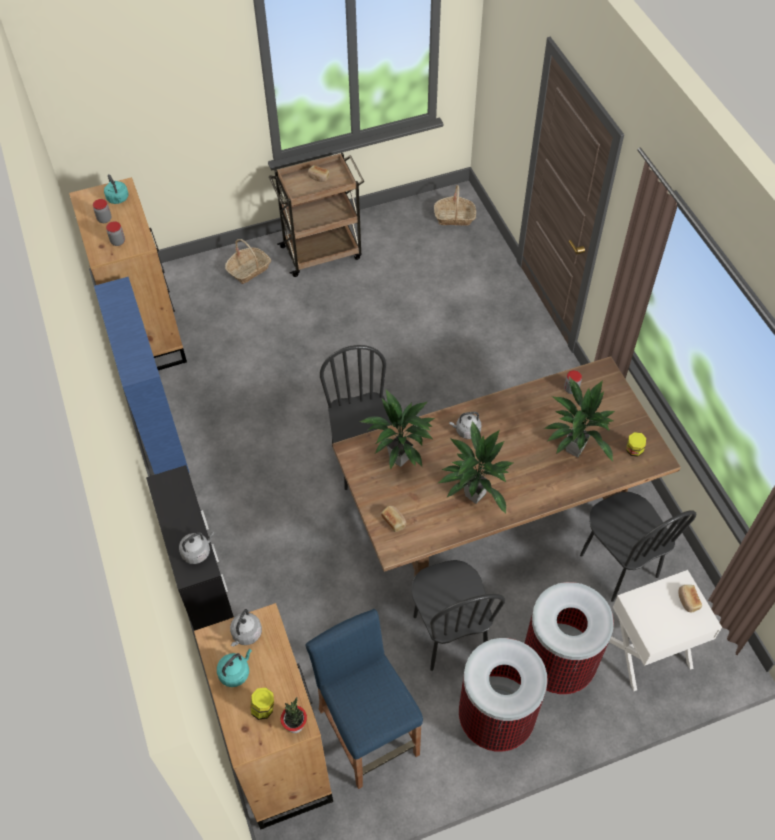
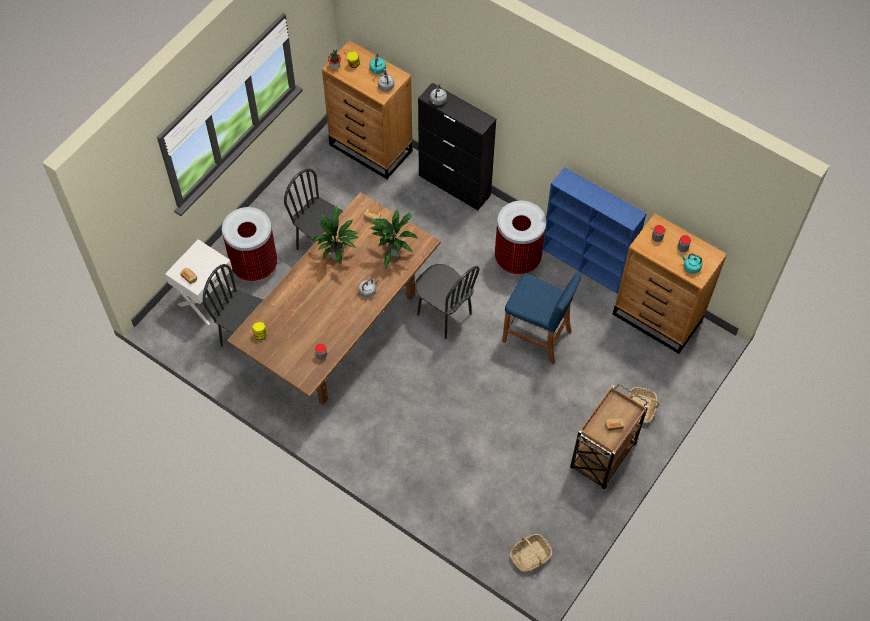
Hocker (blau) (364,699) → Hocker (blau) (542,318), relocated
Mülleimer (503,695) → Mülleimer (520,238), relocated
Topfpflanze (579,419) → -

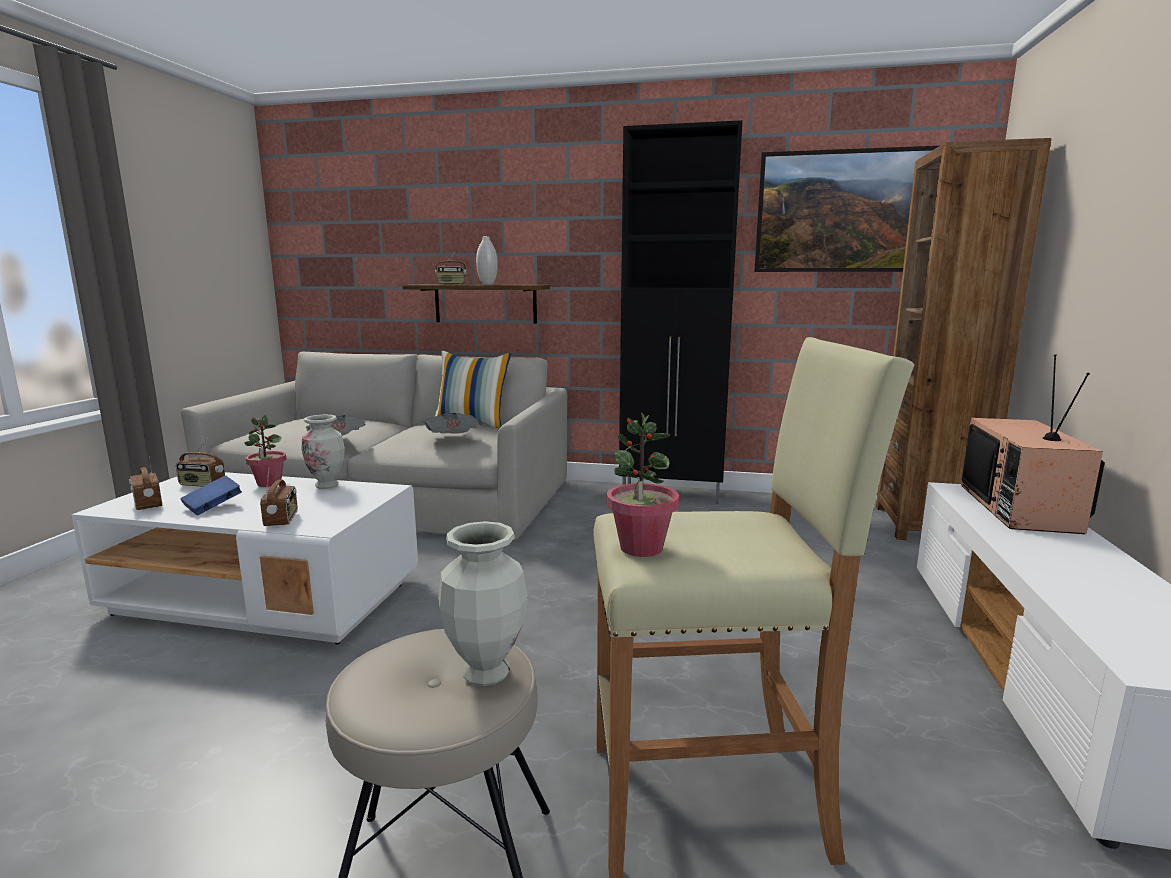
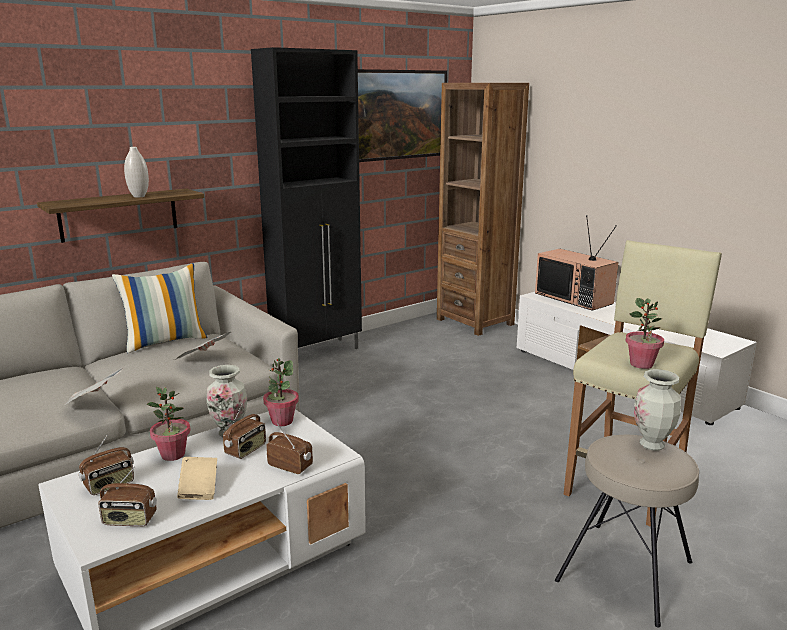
Buch (blau) (211,495) → Buch (beige) (197,478)
Radio (451,268) → Radio (244,431), relocated
- → Topfpflanze (281,392)

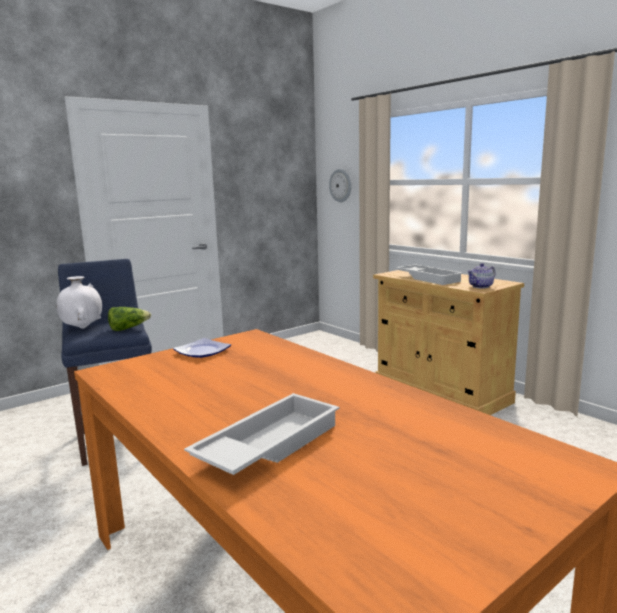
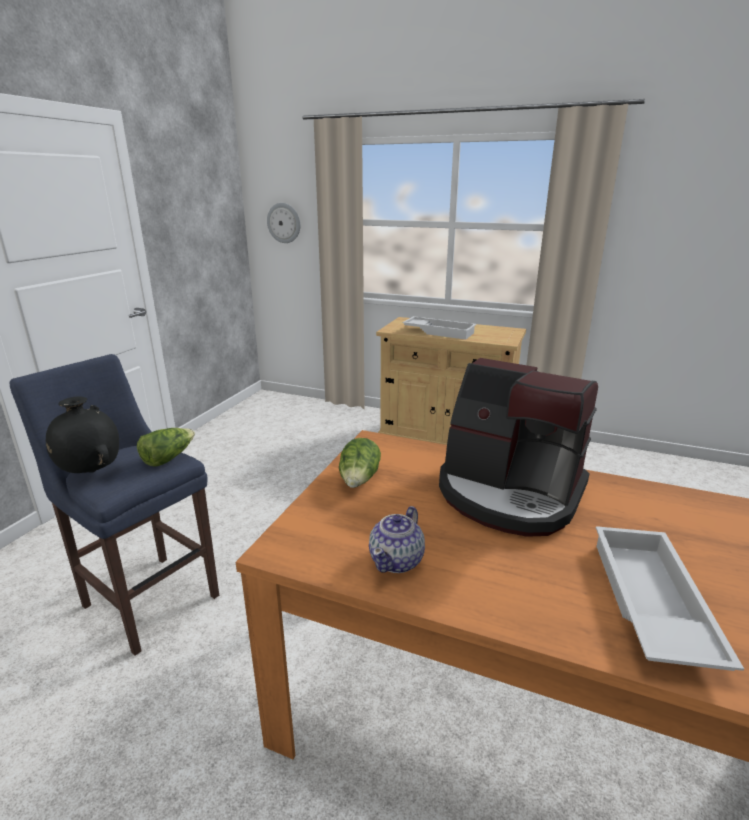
Vase (weiß) (79,302) → Vase (schwarz) (82,434)
Teller (202,348) → Salatkopf (360,463)
Teekanne (481,275) → Teekanne (397,539), relocated
- → Kaffeemaschine (518,447)

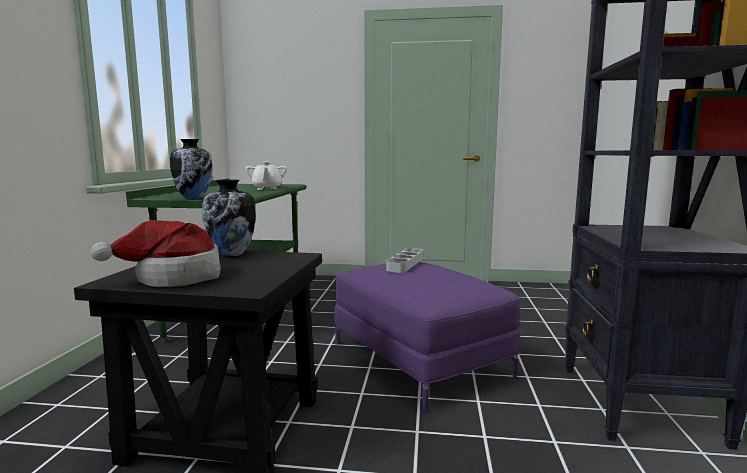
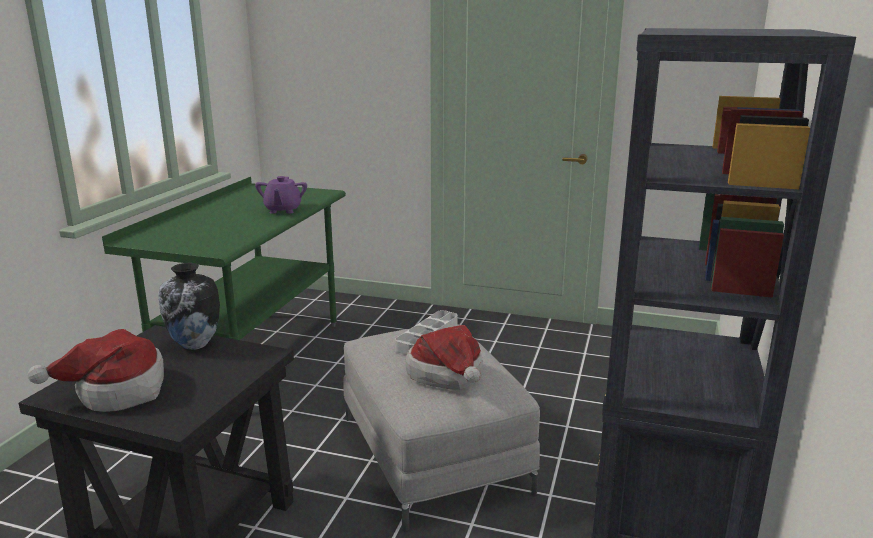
Vase (191,169) → -
Teekanne (weiß) (266,176) → Teekanne (lila) (281,195)
Polsterhocker (lila) (427,336) → Polsterhocker (grau) (441,428)
- → Hut (444,357)

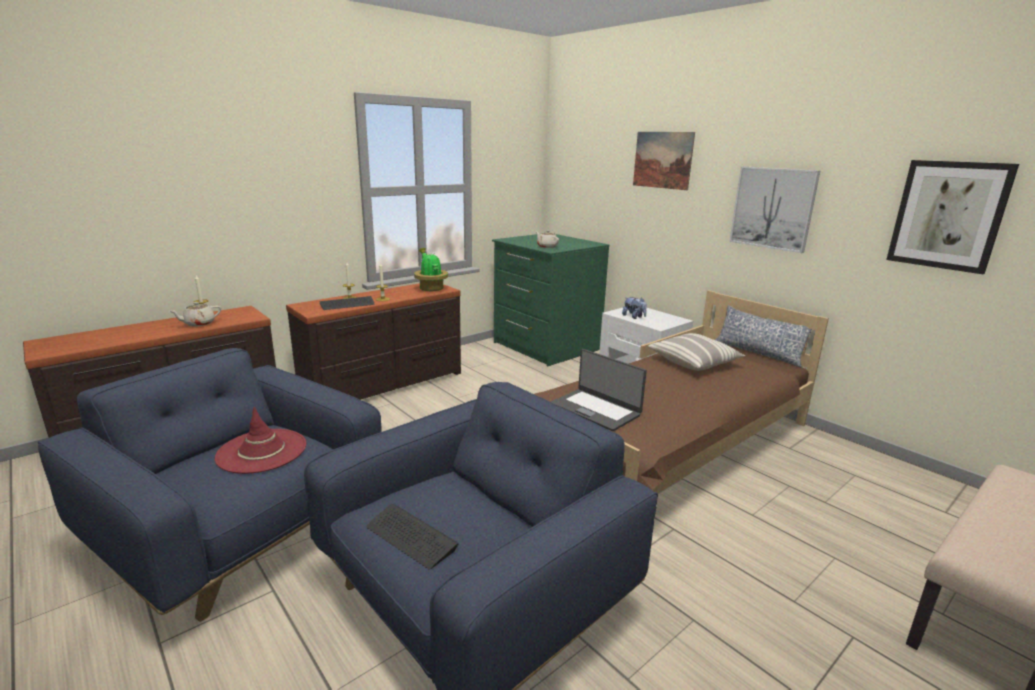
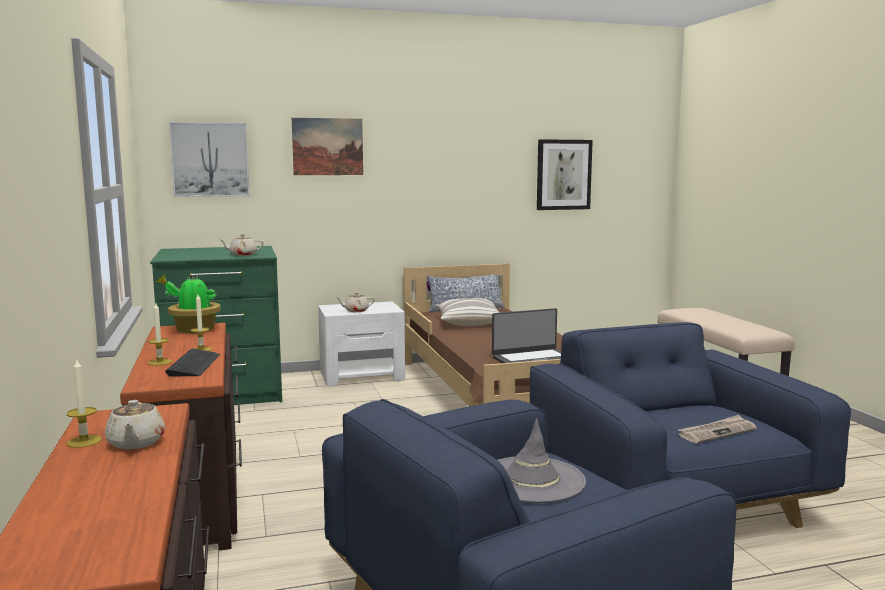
Hut (rot) (260,440) → Hut (grau) (542,460)
Tastatur (412,536) → Zeitung (717,429)
Plüschtier (634,308) → Teekanne (beige) (355,302)
Bild (774,210) → Bild (209,159), relocated

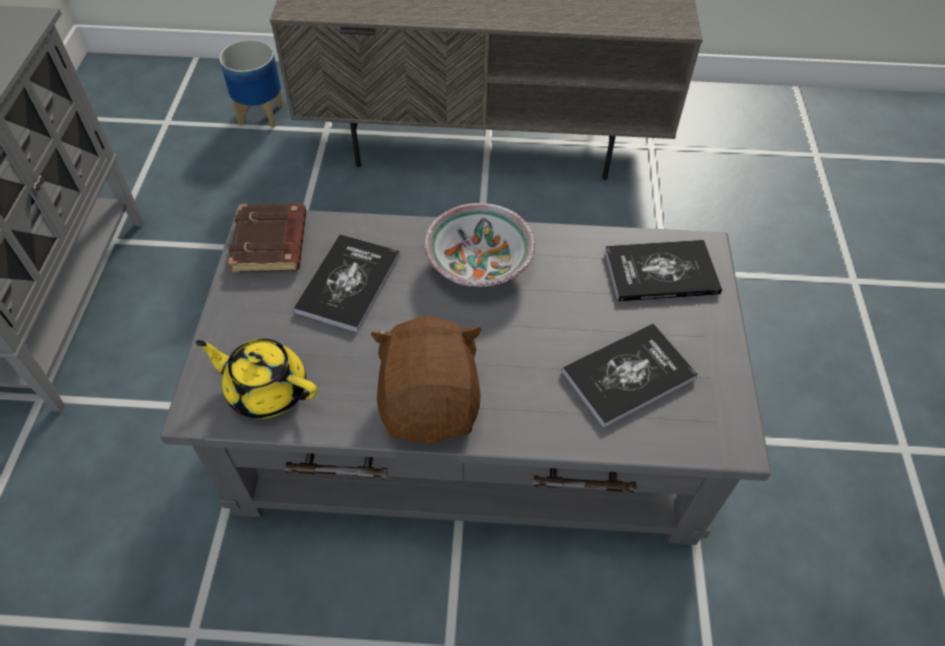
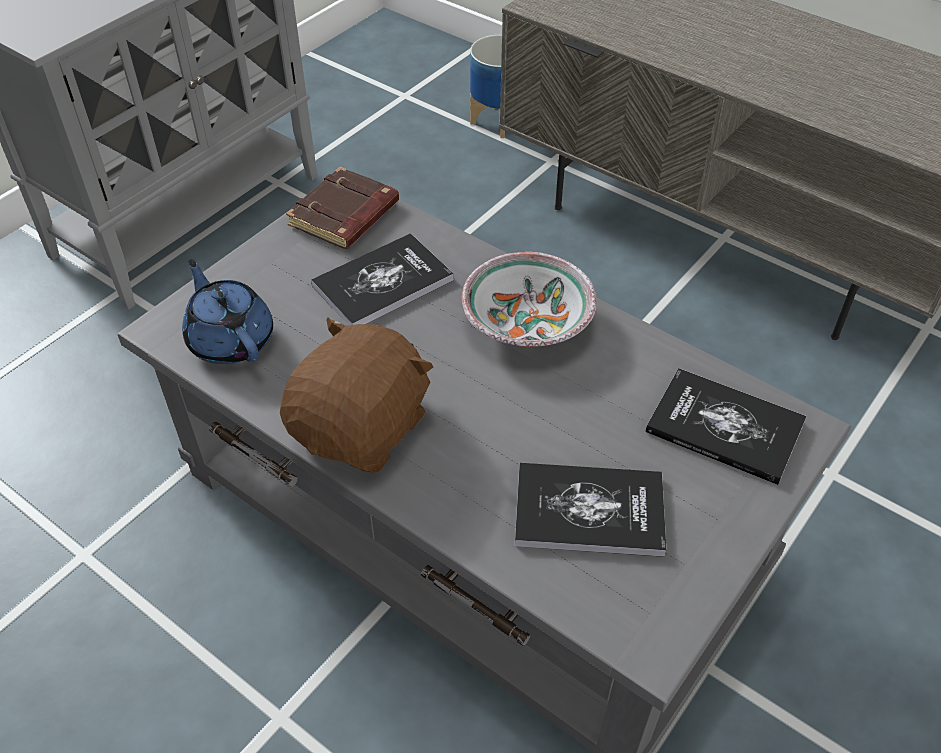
Teekanne (gelb) (256,379) → Teekanne (blau) (227,311)

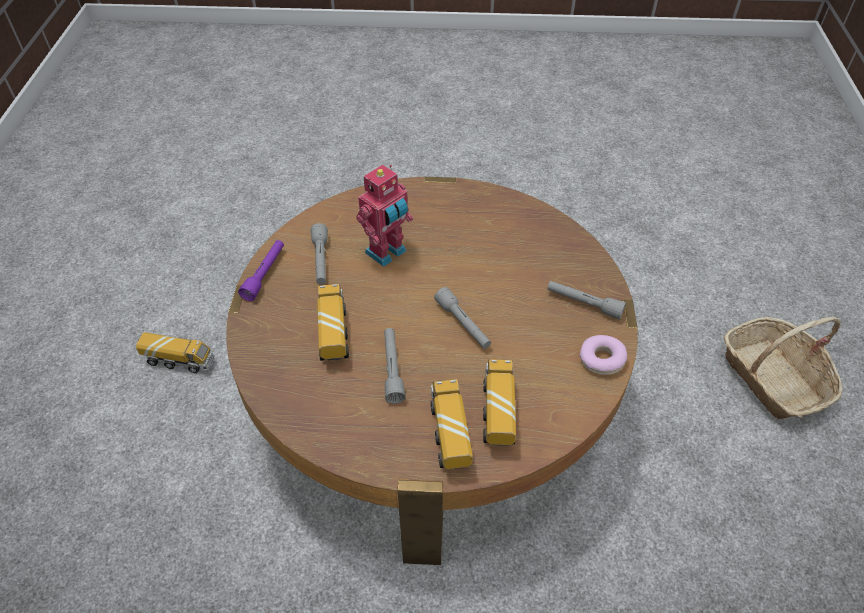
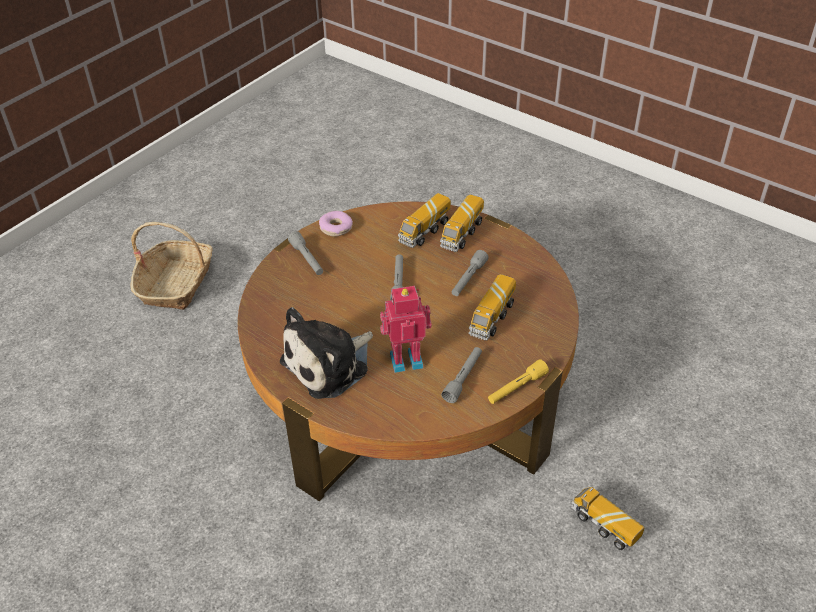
Taschenlampe (lila) (261,270) → Taschenlampe (gelb) (518,381)
- → Plüschtier (326,353)

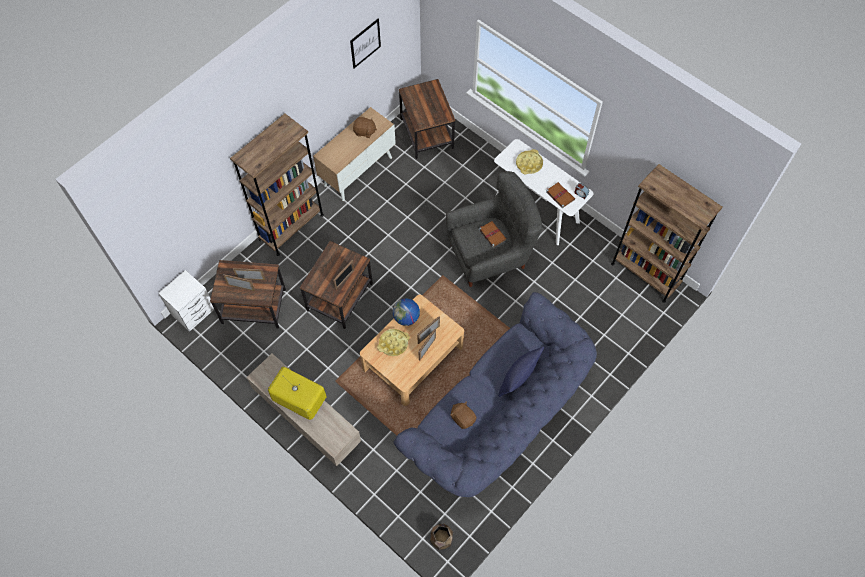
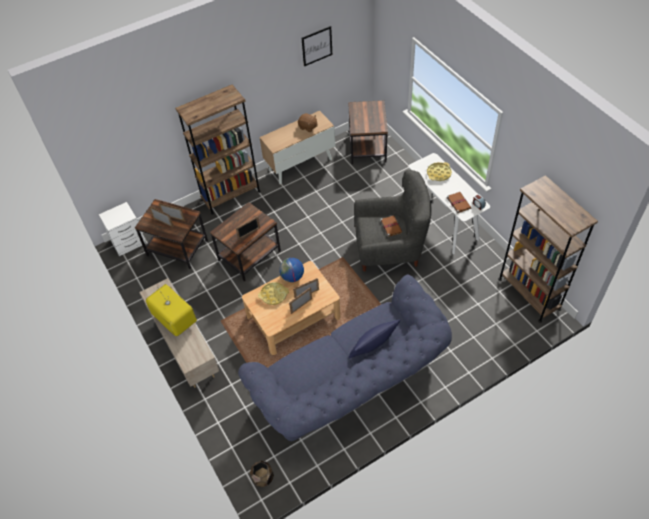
Plüschtier (braun) (463,415) → -

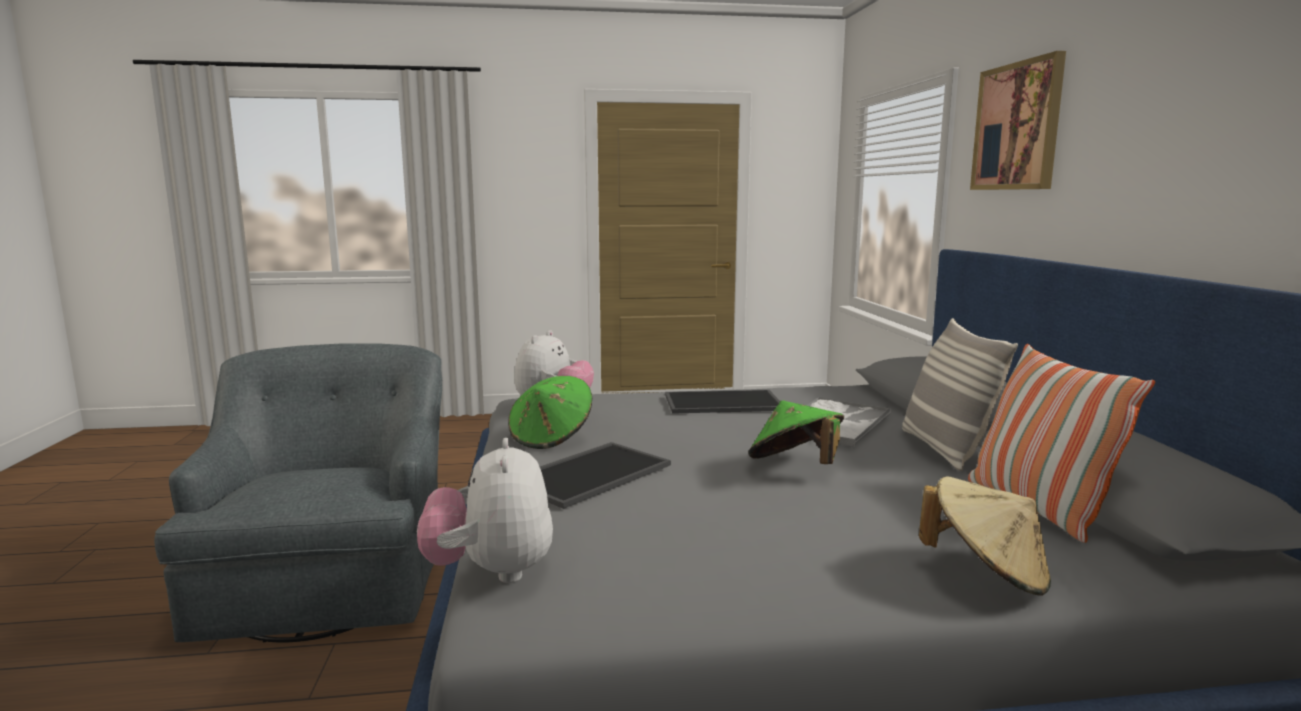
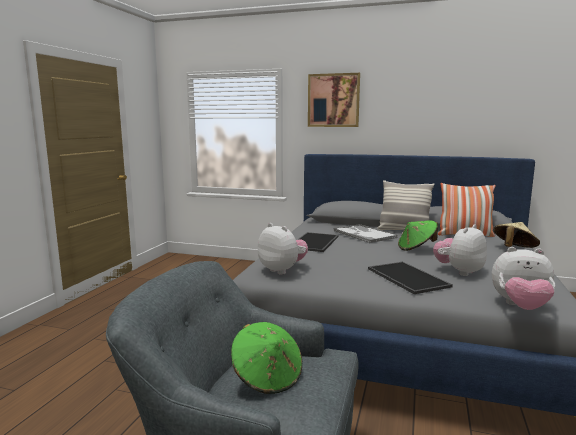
Hut (grün) (550,412) → Hut (grün) (266,358), relocated
- → Plüschtier (460,250)

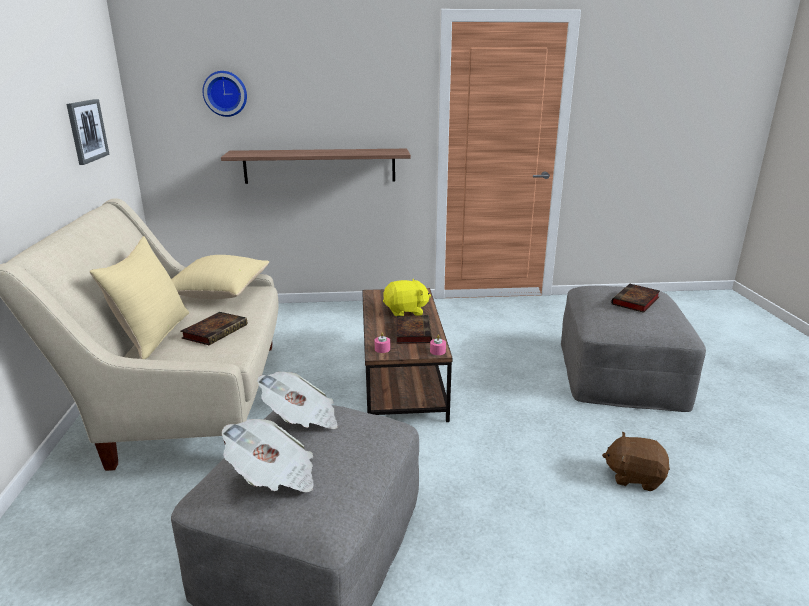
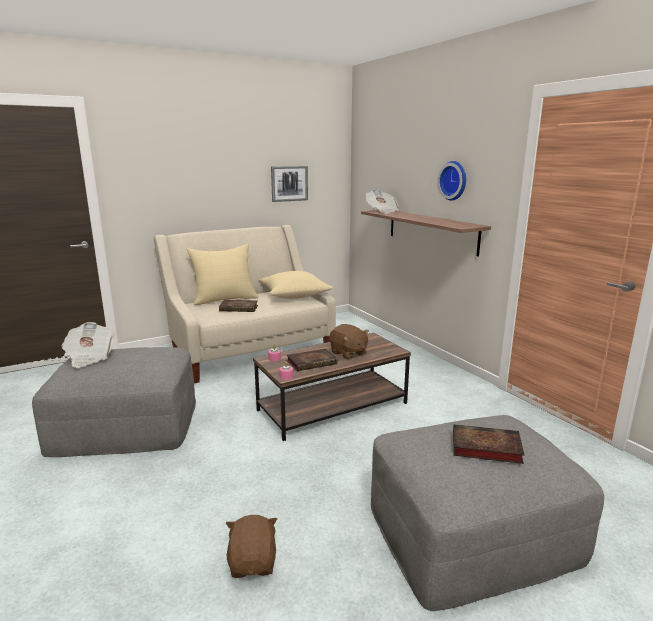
Wanduhr (224,94) → Wanduhr (451,181), relocated
Zeitung (297,400) → Zeitung (382,202), relocated
Plüschtier (gelb) (407,298) → Plüschtier (braun) (349,341)

